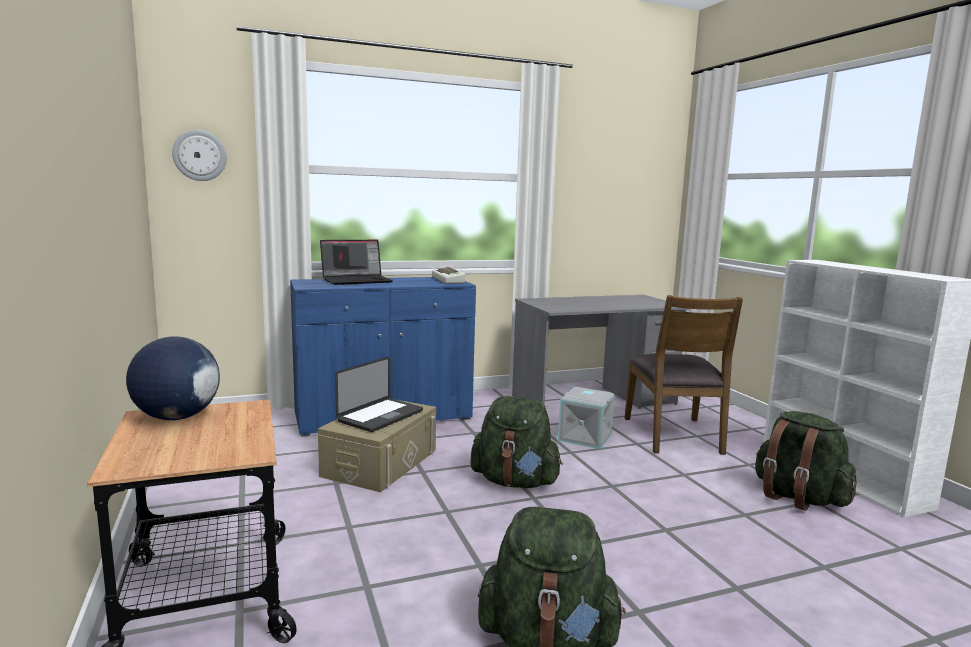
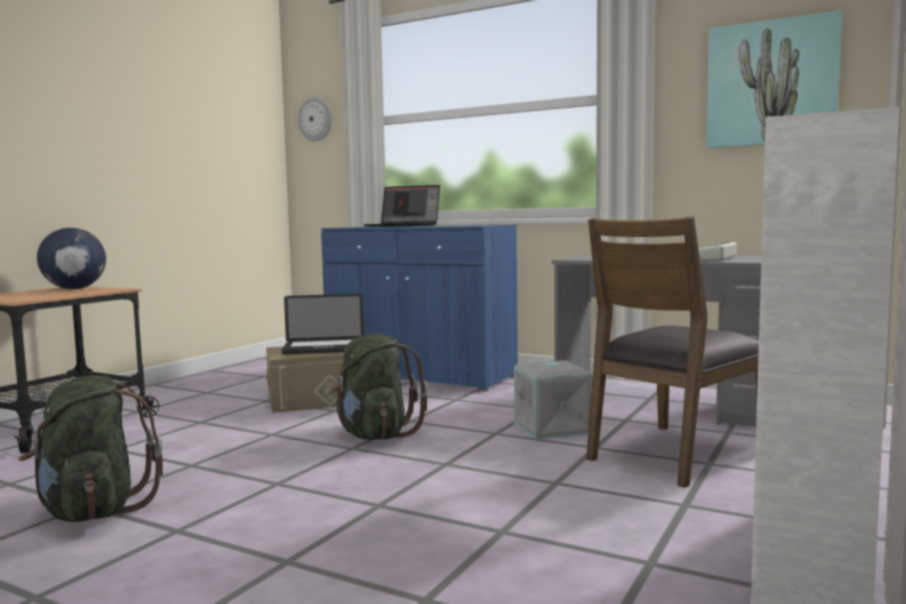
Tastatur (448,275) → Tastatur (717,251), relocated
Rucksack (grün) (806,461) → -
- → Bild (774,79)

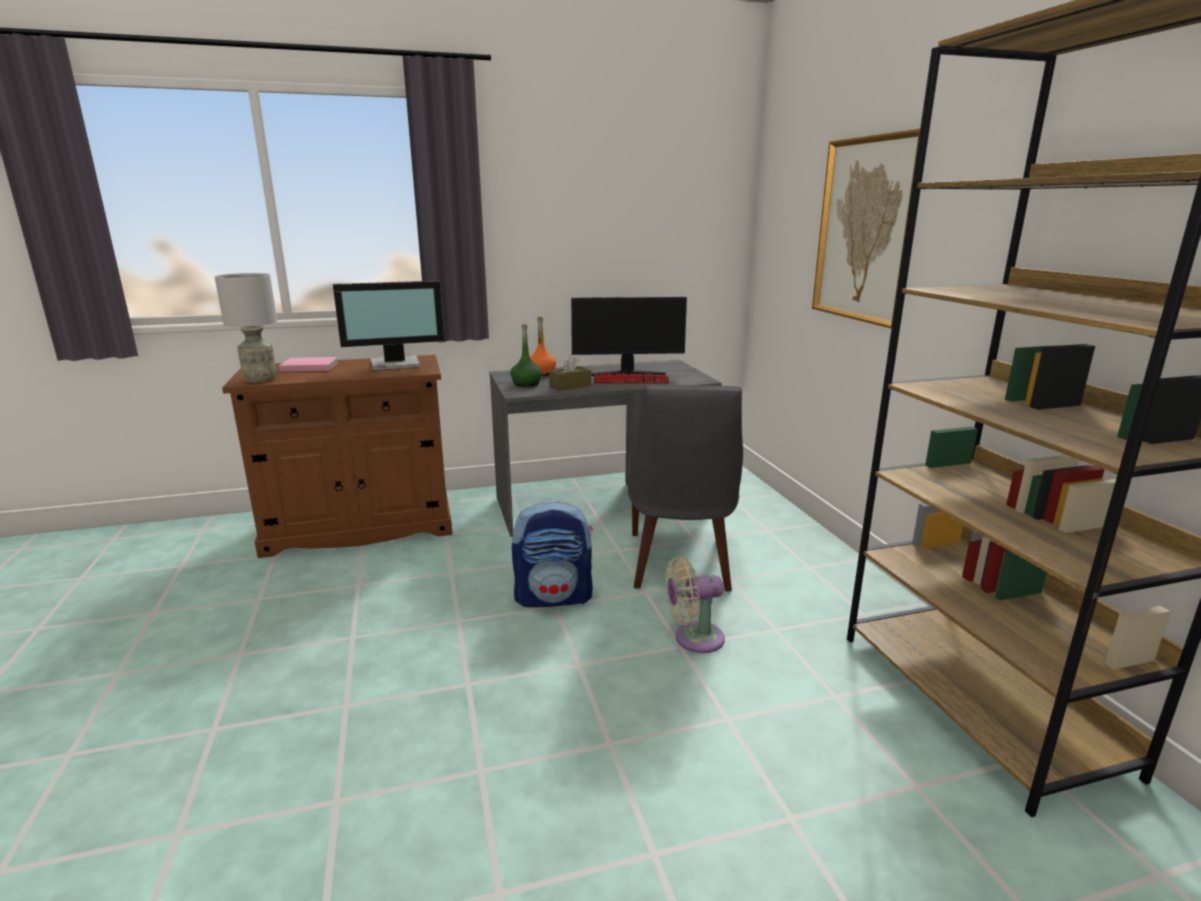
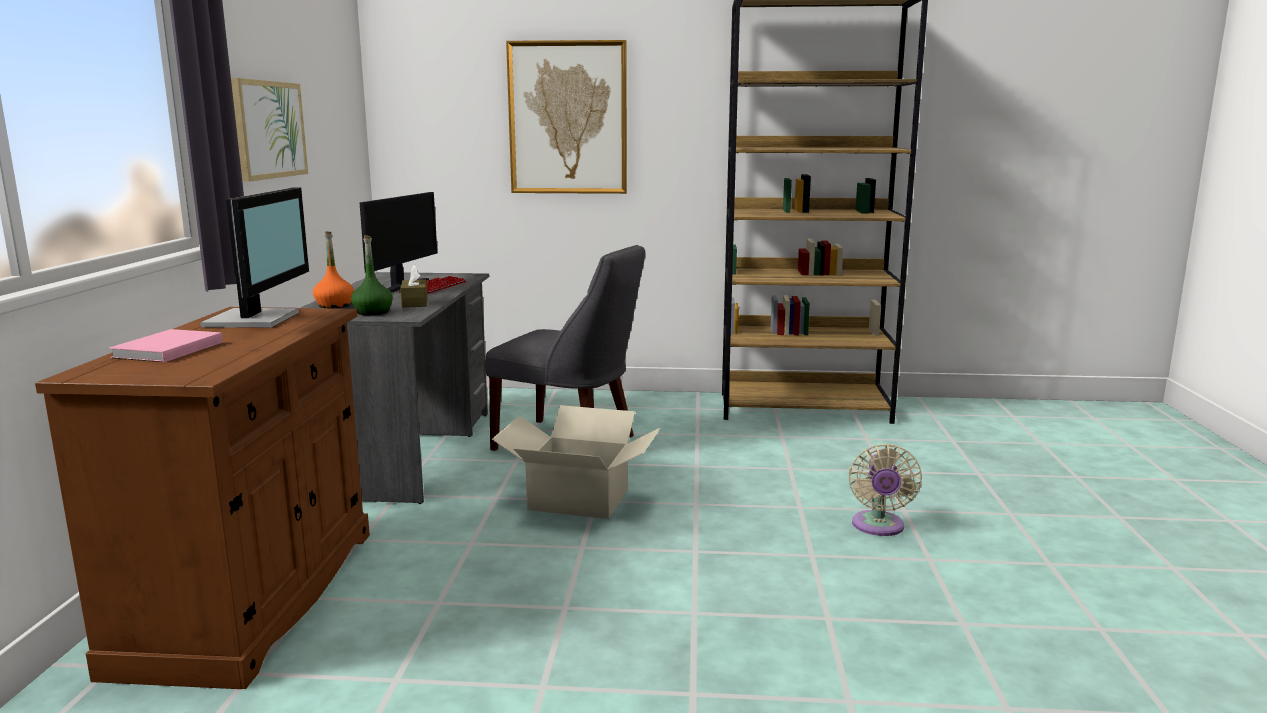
Tischlampe (grau) (246,328) → -
Rucksack (552,553) → Karton (576,462)
Ventilator (beige) (695,604) → Ventilator (beige) (885,490), relocated
- → Bild (269,130)

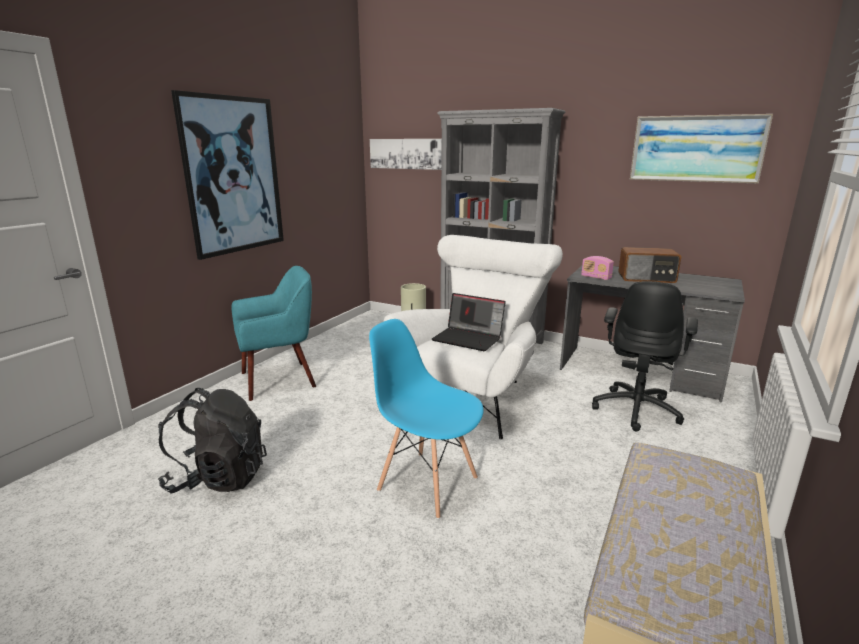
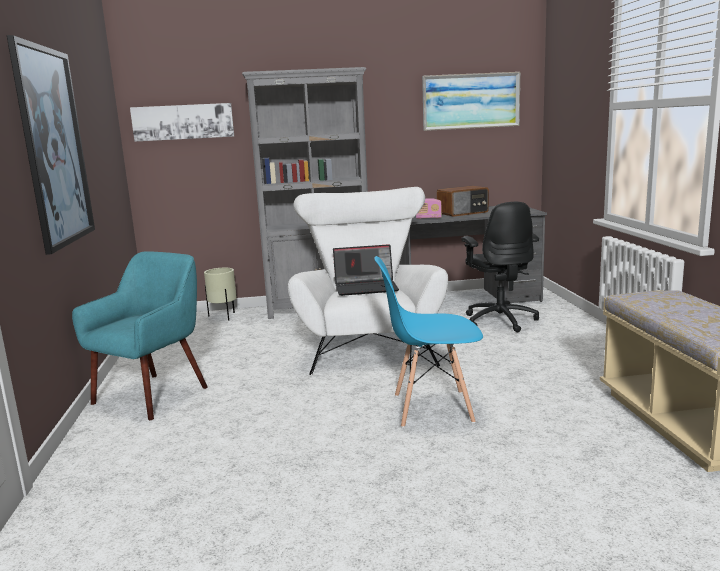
Rucksack (schwarz) (212,441) → -

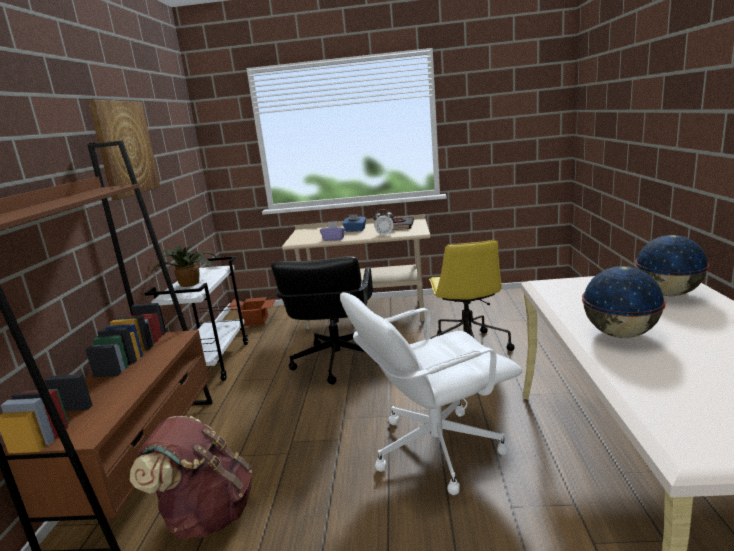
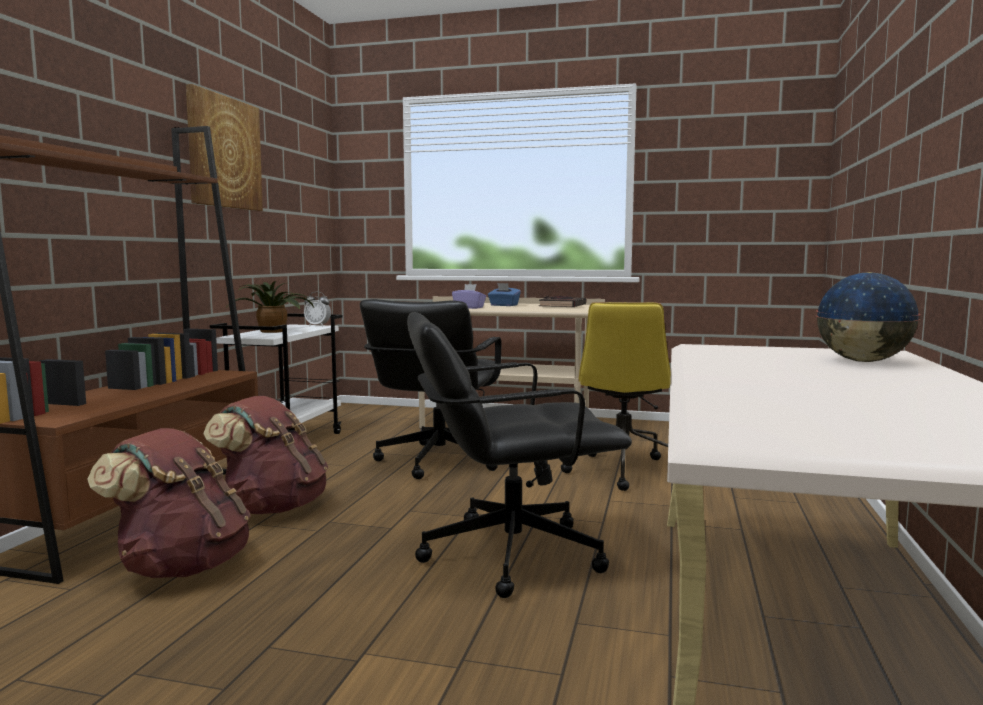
Karton (252,311) → -
Bürostuhl (weiß) (431,393) → Bürostuhl (schwarz) (519,455)
Wecker (383,223) → Wecker (317,309), relocated
Globus (624,302) → -
- → Rucksack (braun) (265,455)

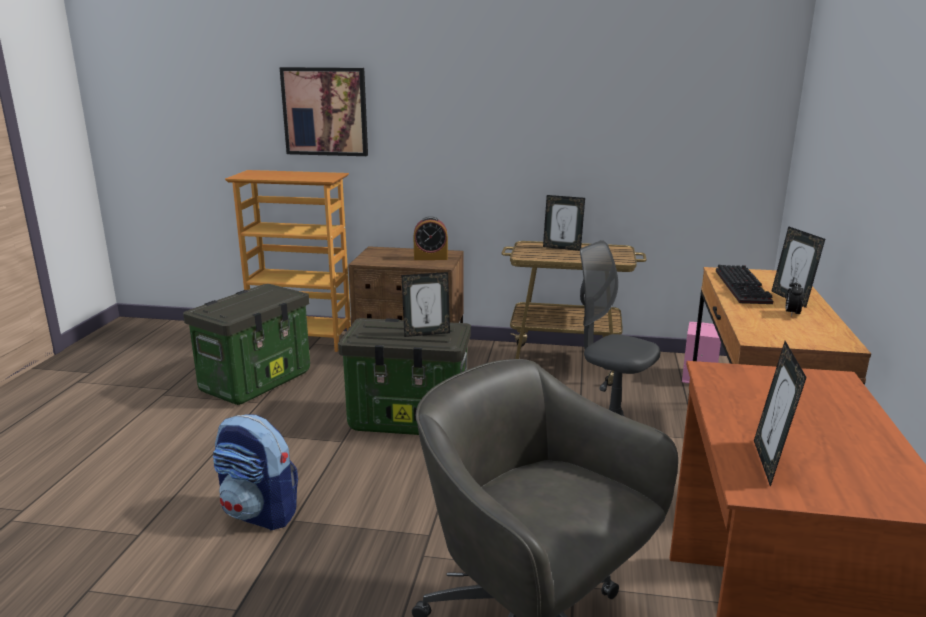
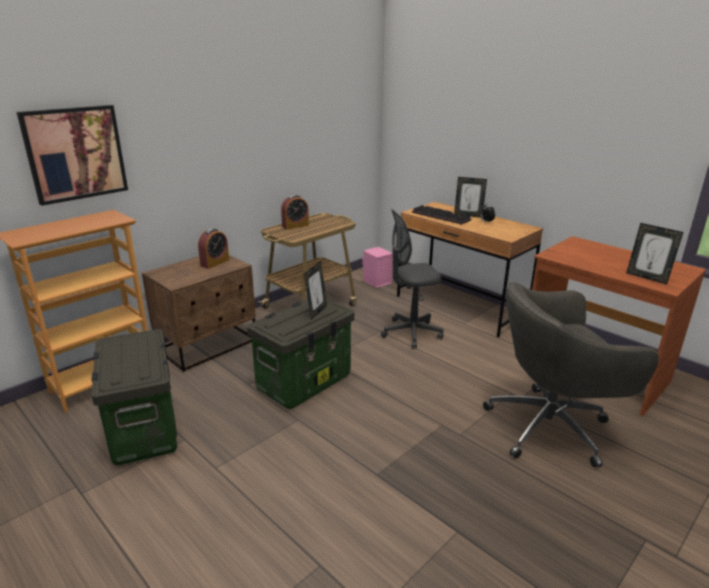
Rucksack (255,473) → -
Bilderrahmen (564,223) → Wecker (295,212)

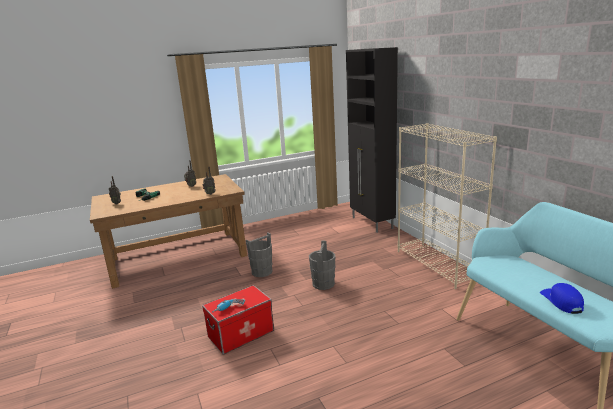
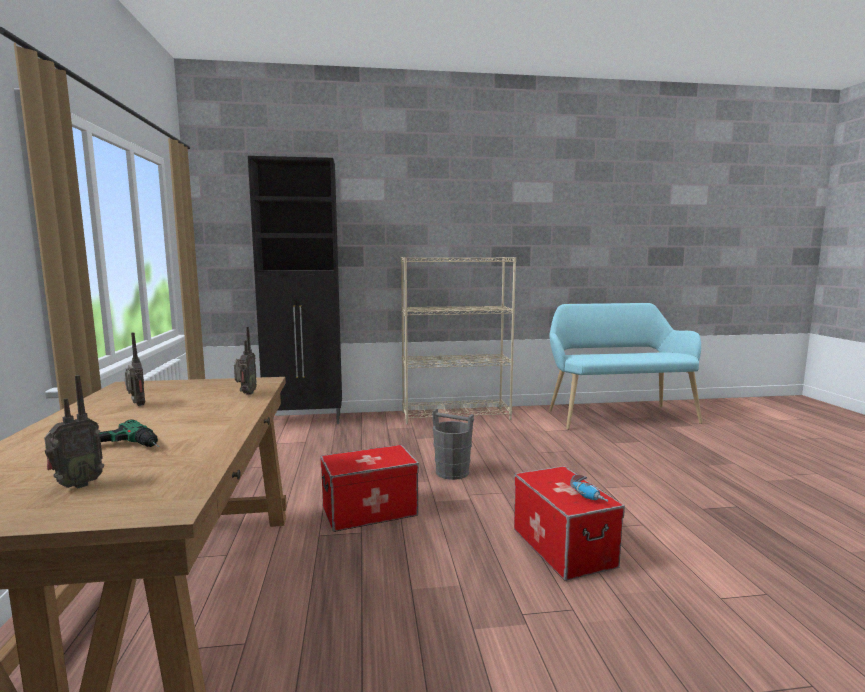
Eimer (grau) (259,255) → Aufbewahrungsbox (369,488)
Kappe (blau) (562,298) → -

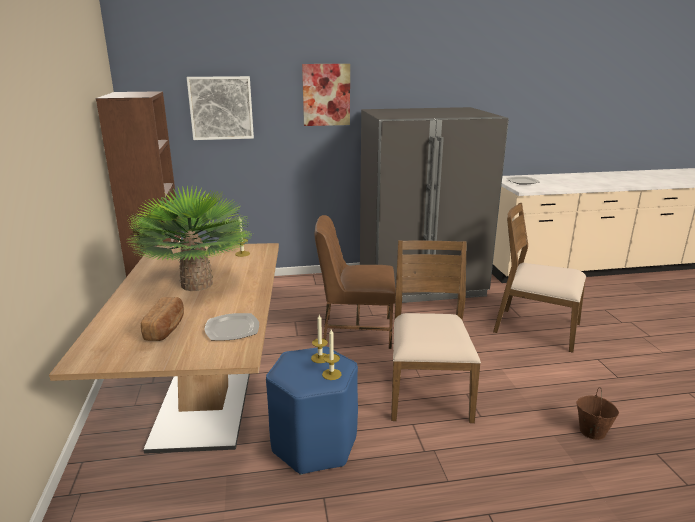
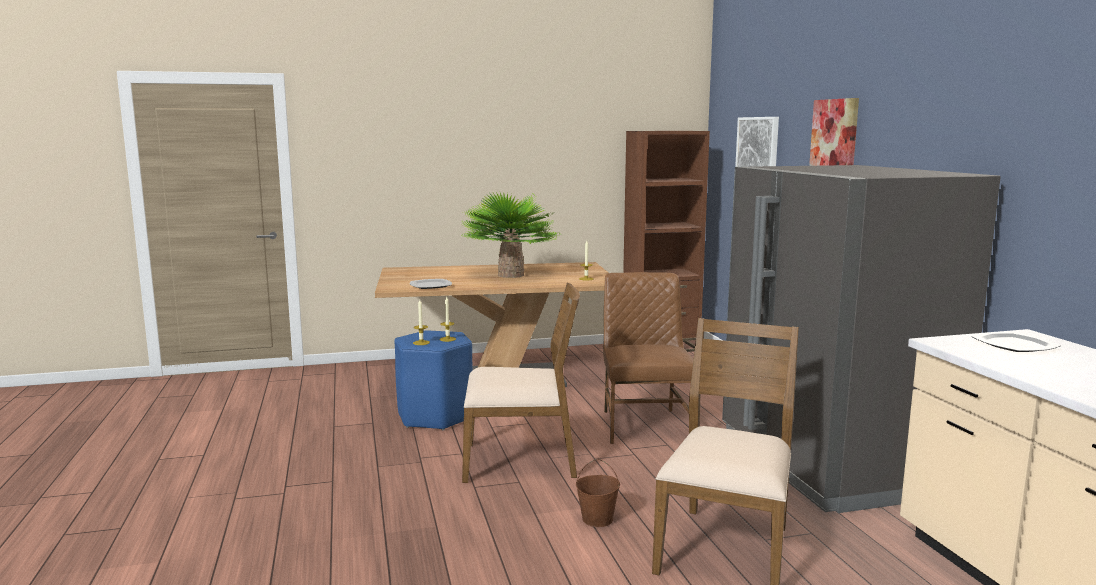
Brot (162,319) → -
Eimer (braun) (597,414) → Eimer (braun) (598,493), relocated

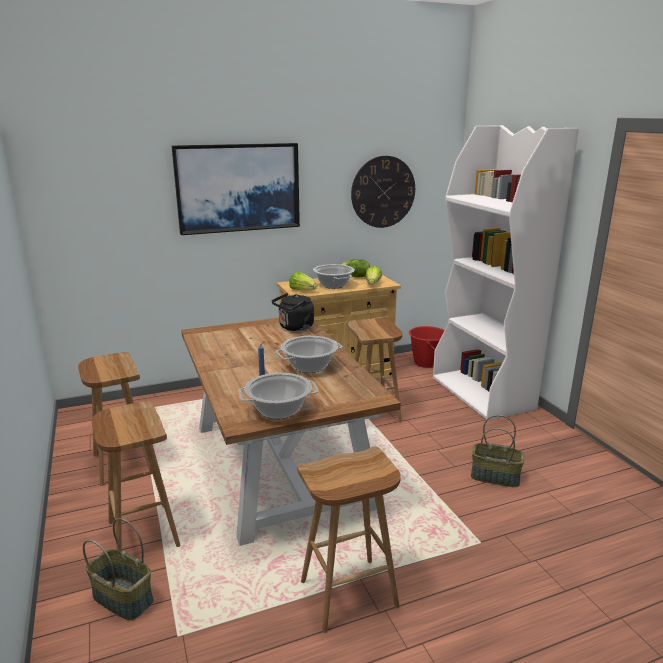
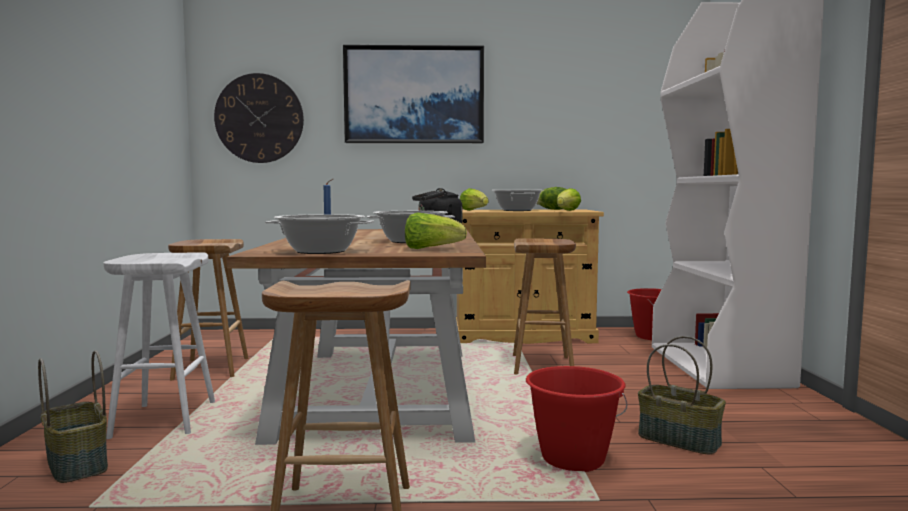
Hocker (braun) (136,476) → Hocker (weiß) (159,345)
Wanduhr (383,192) → Wanduhr (259,118), relocated
- → Salatkopf (436,231)
- → Eimer (rot) (577,419)

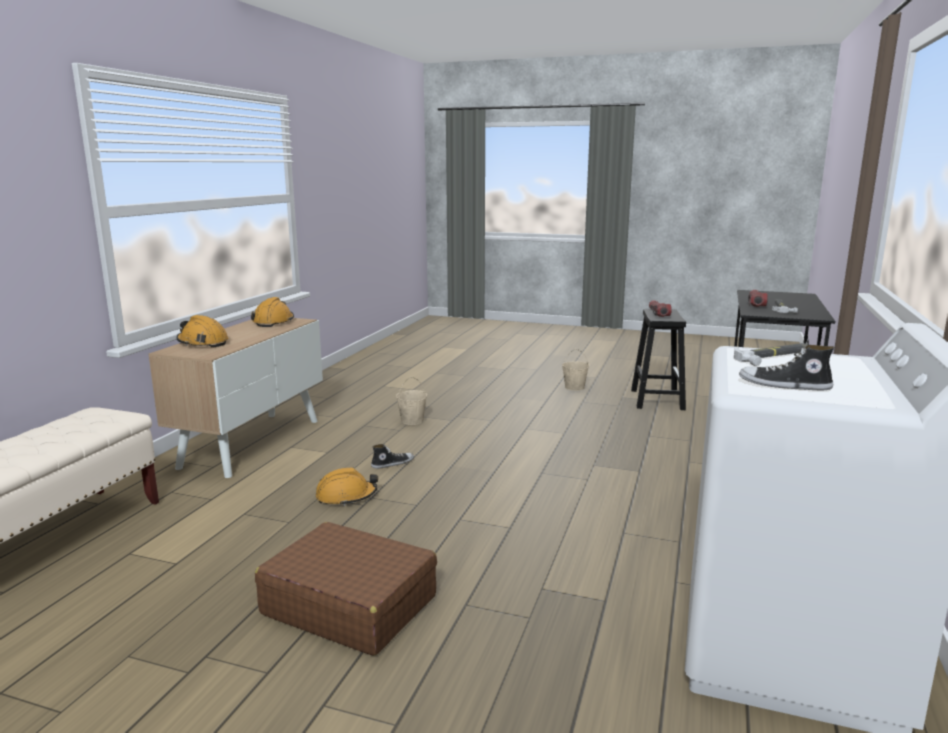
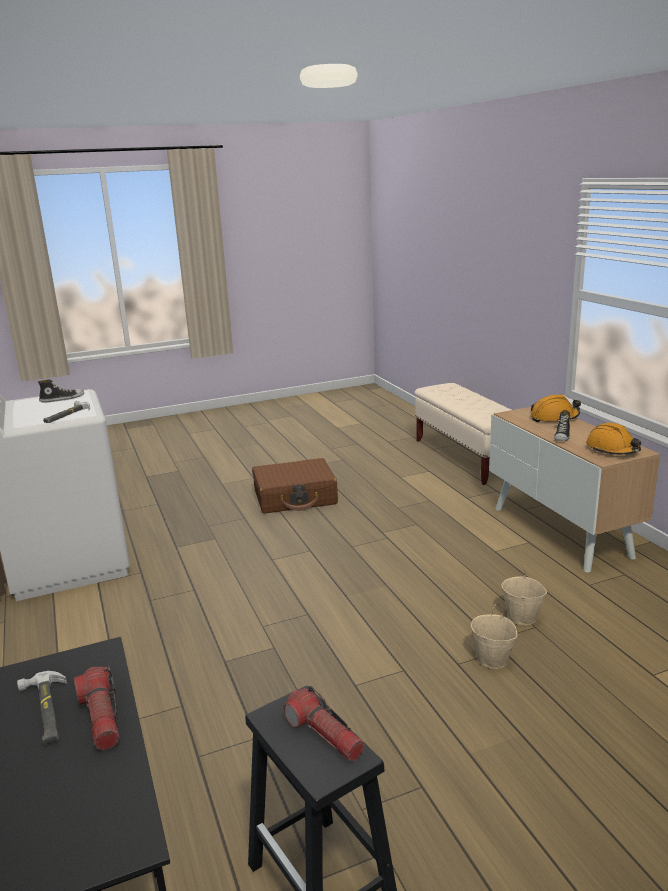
Schutzhelm (orange) (347,486) → -
Schuh (392,456) → Schuh (562,425), relocated
Eimer (beige) (575,370) → Eimer (beige) (494,636), relocated

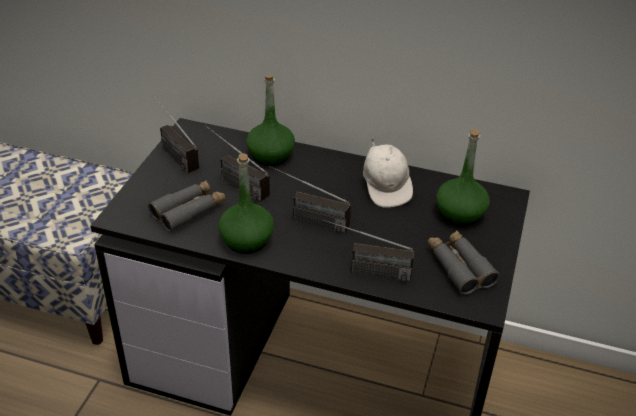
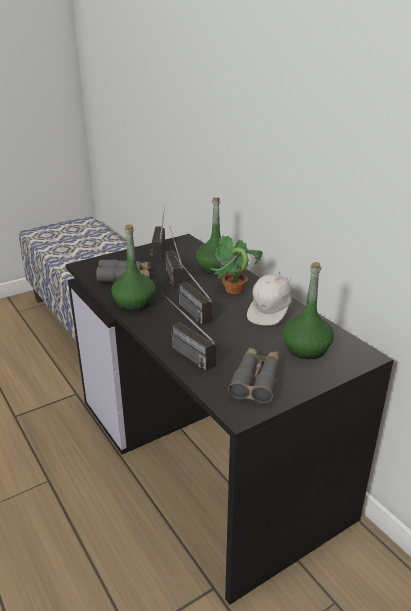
- → Topfpflanze (237,264)

